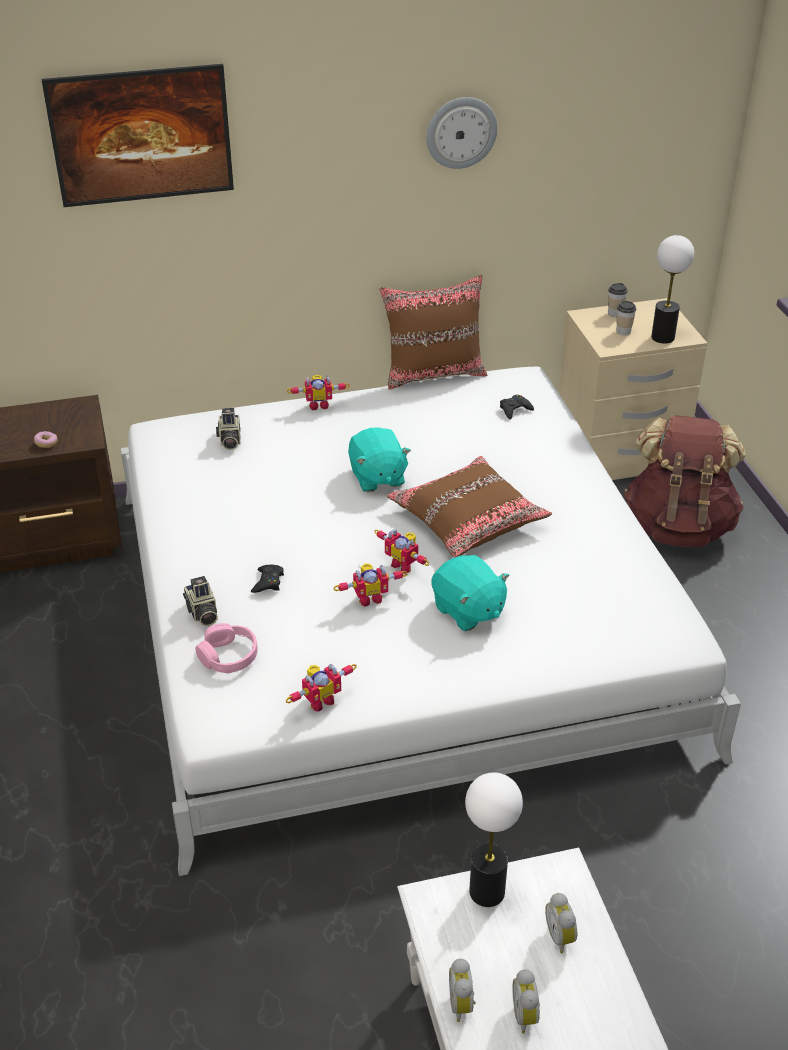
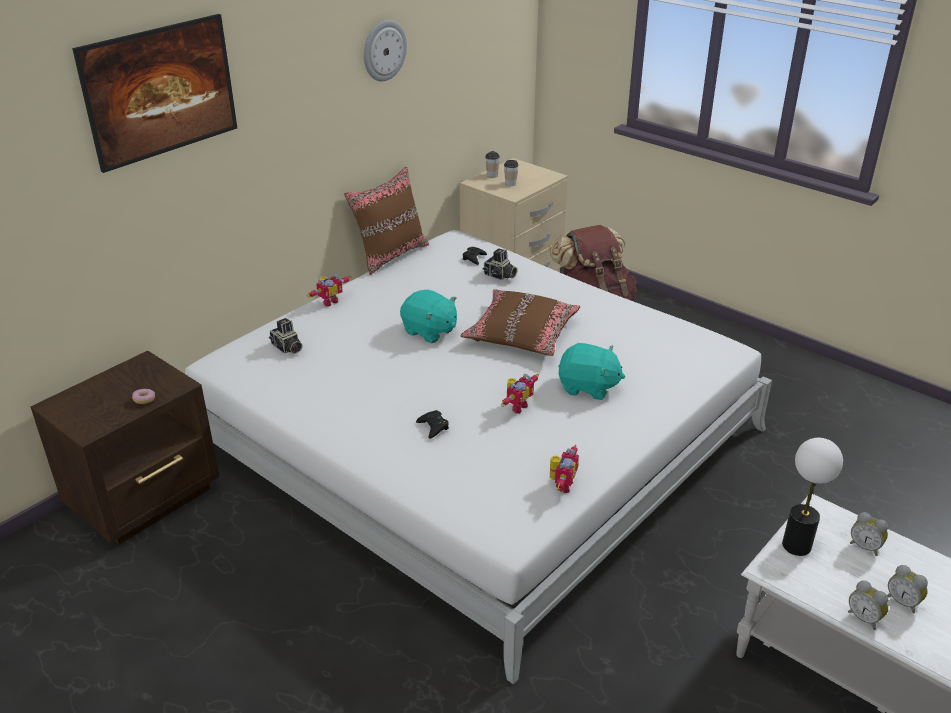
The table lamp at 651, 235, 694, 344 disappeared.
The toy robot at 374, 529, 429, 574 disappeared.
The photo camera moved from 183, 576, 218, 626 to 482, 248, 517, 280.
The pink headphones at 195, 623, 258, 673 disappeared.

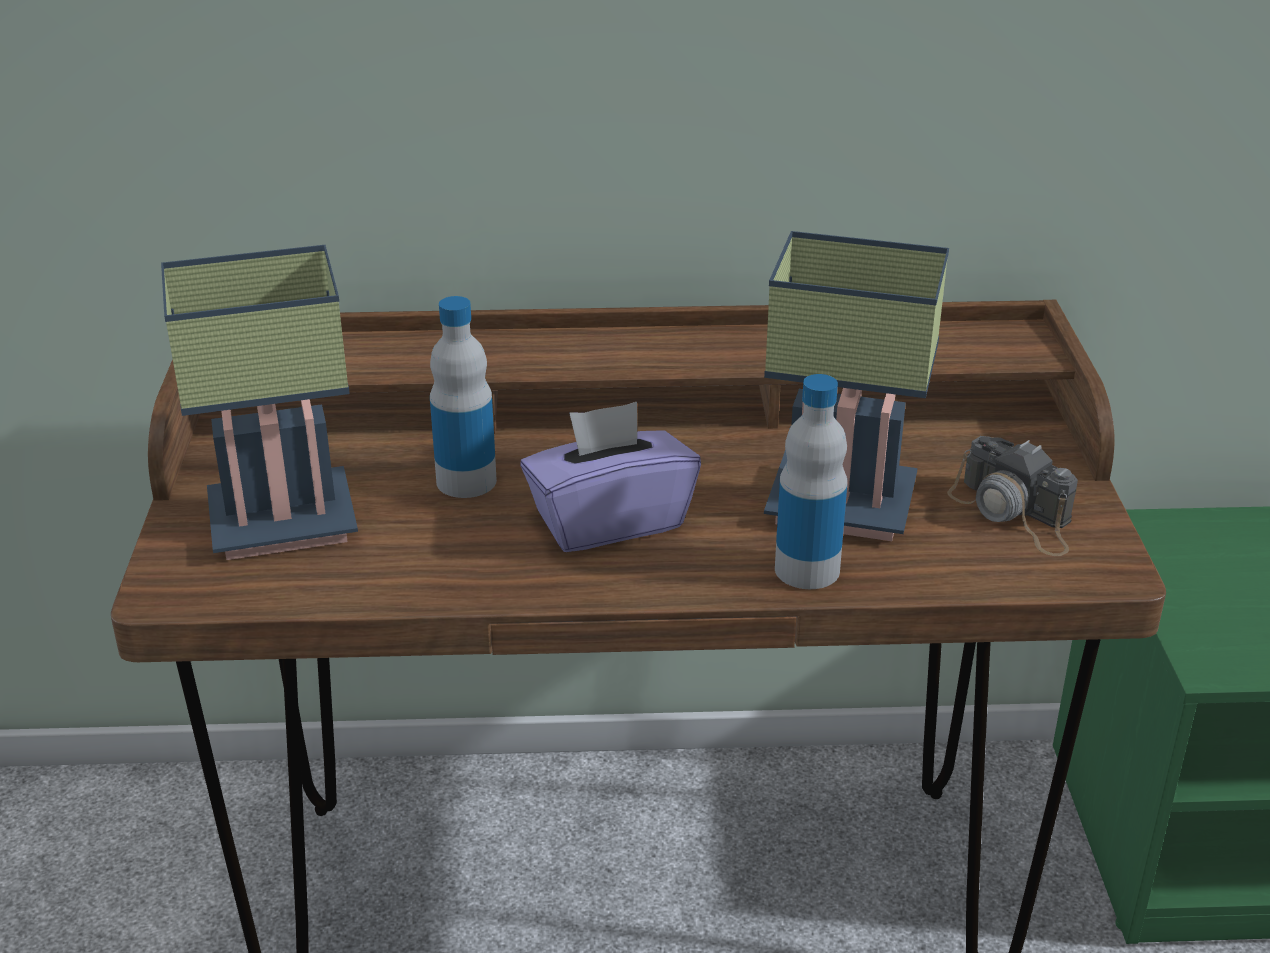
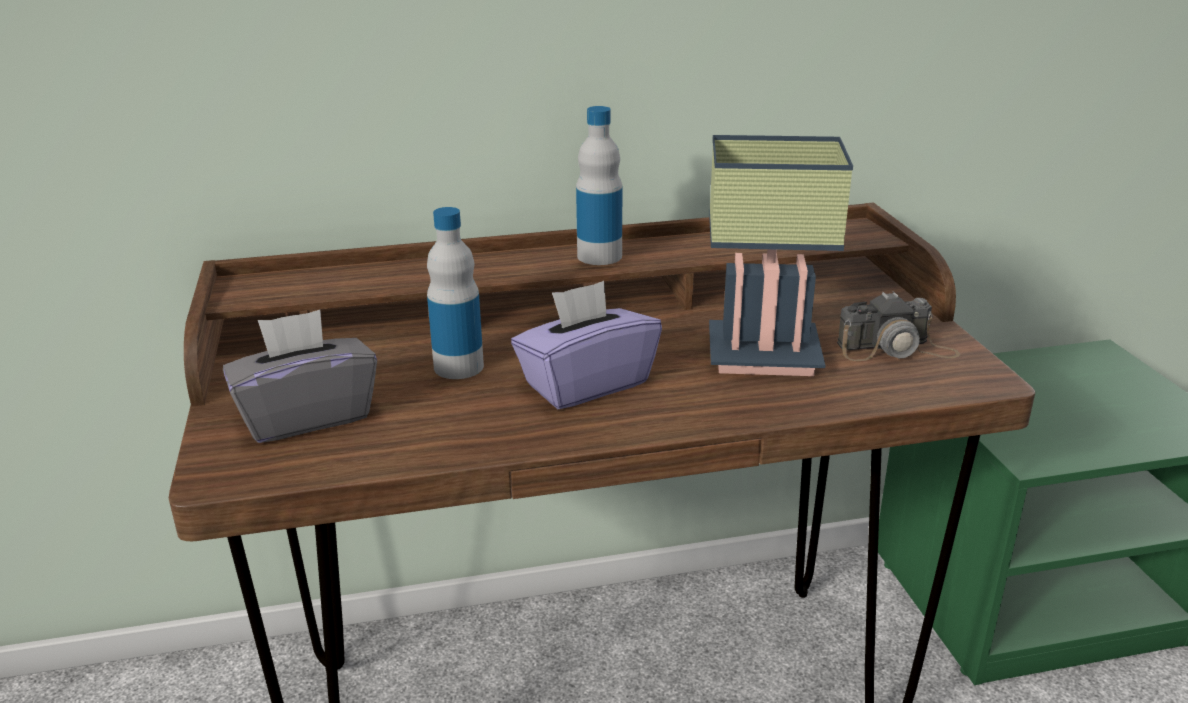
The table lamp at 161, 245, 358, 560 was replaced by the grey tissue box at 223, 310, 377, 443.
The bottle moved from 775, 374, 847, 589 to 576, 106, 622, 265.
The photo camera at 947, 436, 1078, 556 turned 45 degrees counterclockwise.

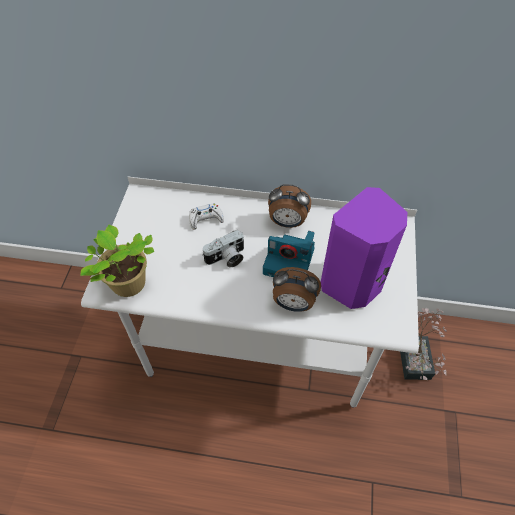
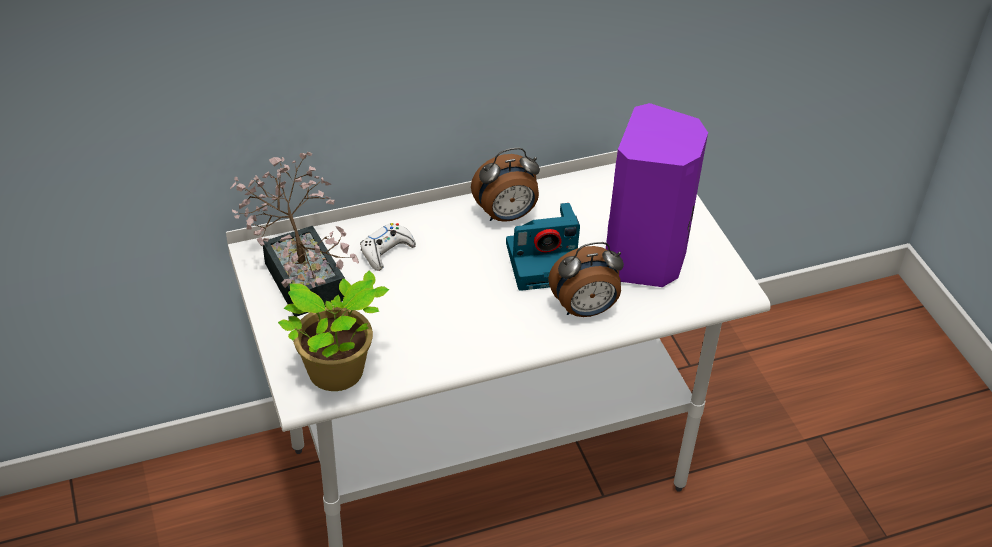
The photo camera at 202, 230, 244, 268 disappeared.
The potted plant moved from 400, 308, 447, 380 to 230, 152, 359, 317.

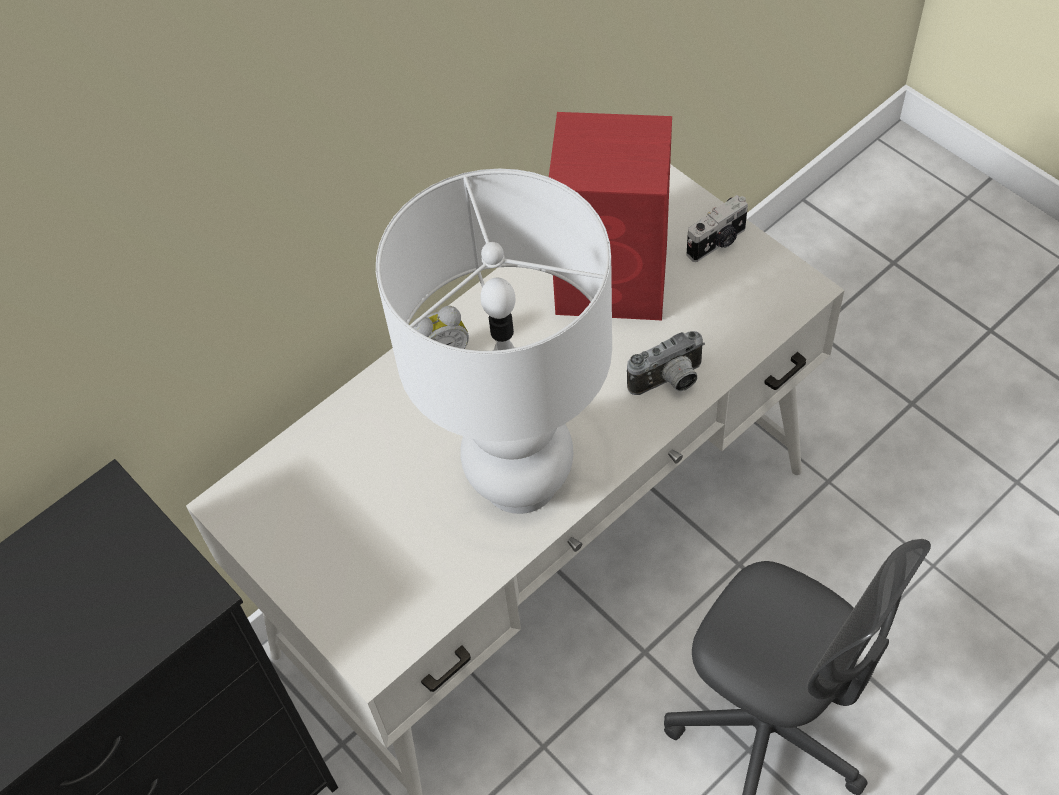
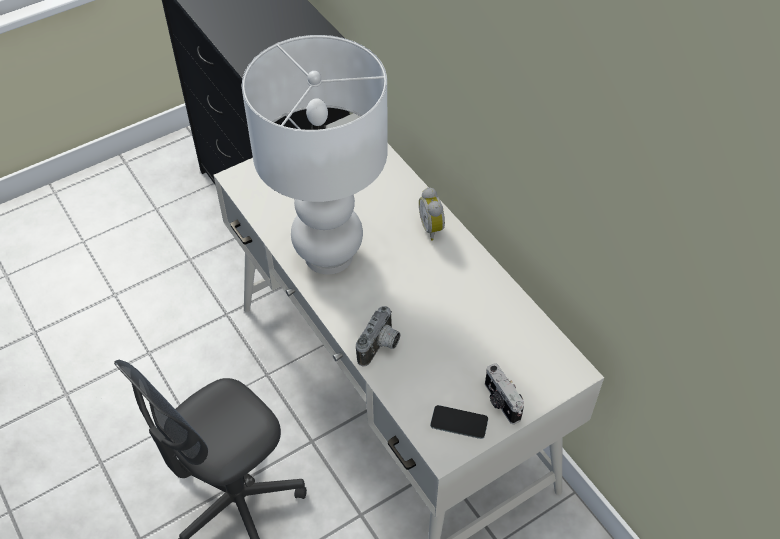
The red speaker at 549, 112, 672, 320 disappeared.
The photo camera at 627, 331, 705, 395 turned 135 degrees counterclockwise.
The phone at 430, 405, 488, 439 appeared.

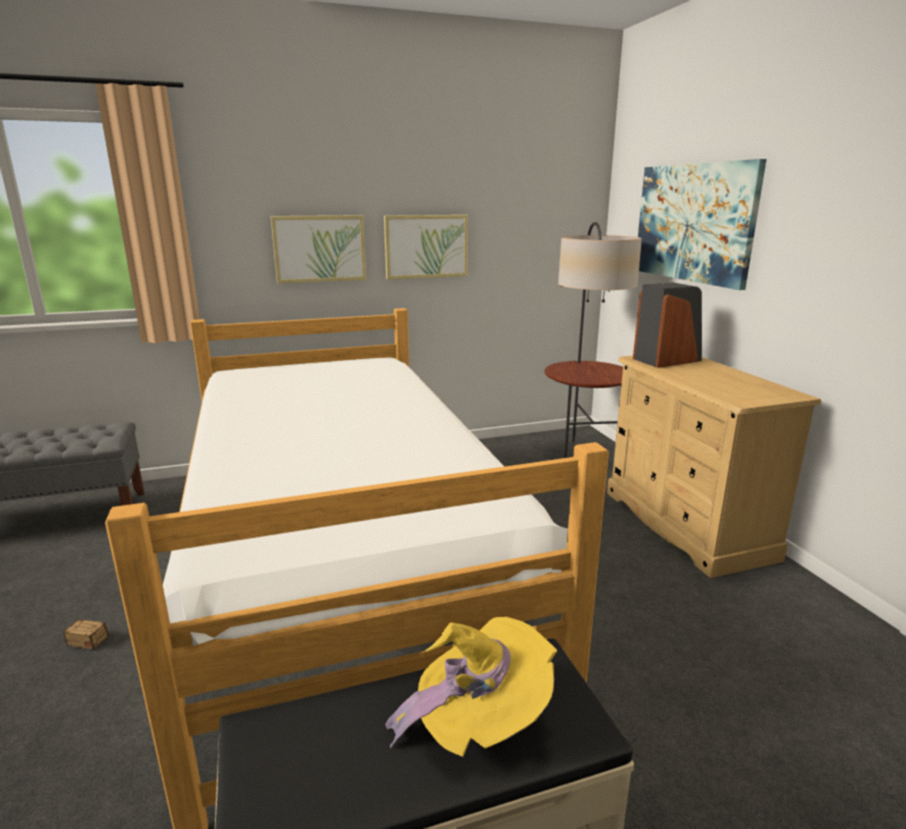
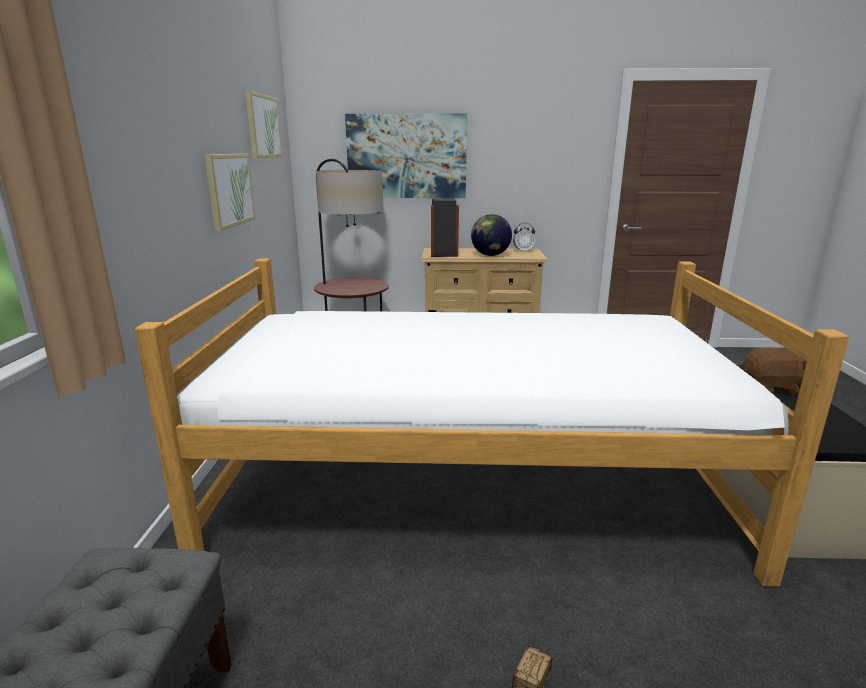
The picture moved from 271, 215, 366, 284 to 245, 91, 283, 158.
The yellow hat at 385, 617, 557, 757 was replaced by the brown plush toy at 743, 347, 807, 395.
The globe at 471, 214, 512, 256 appeared.
The alarm clock at 513, 223, 535, 252 appeared.

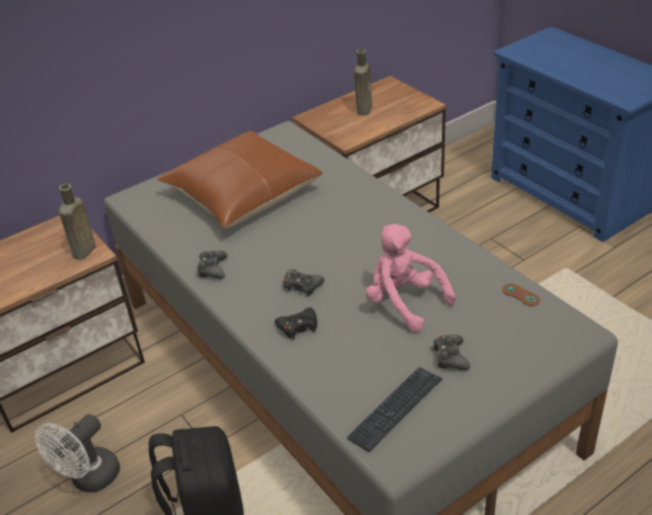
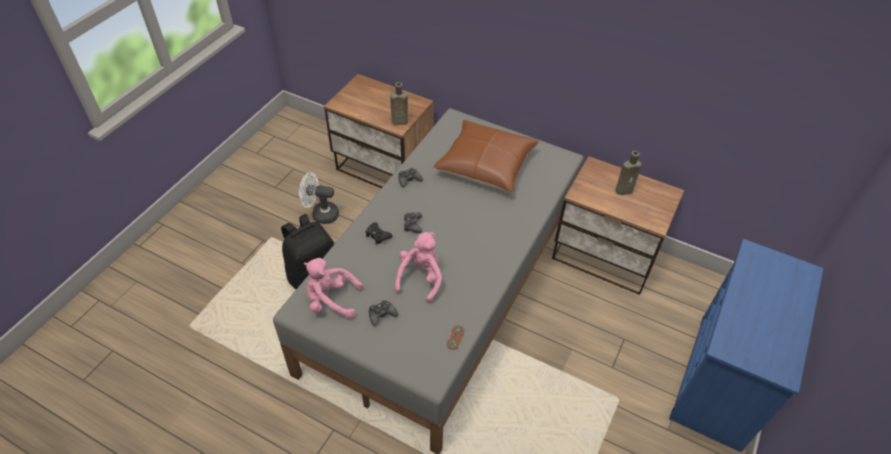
The keyboard at 347, 367, 442, 452 was replaced by the pink plush toy at 304, 258, 363, 319.

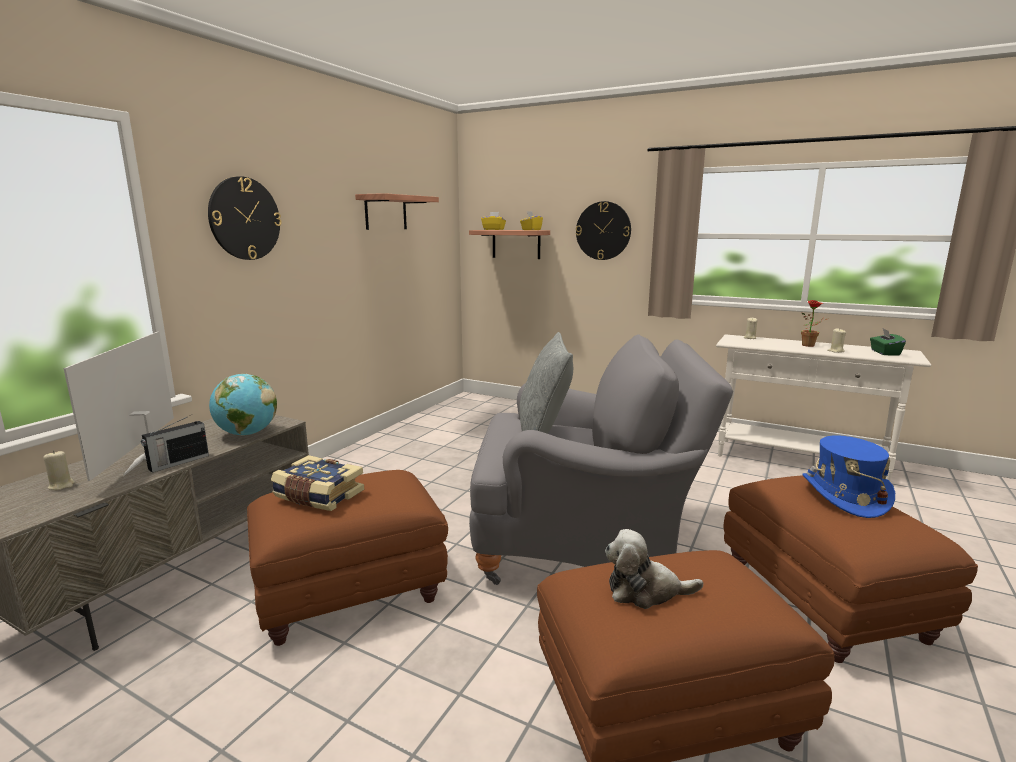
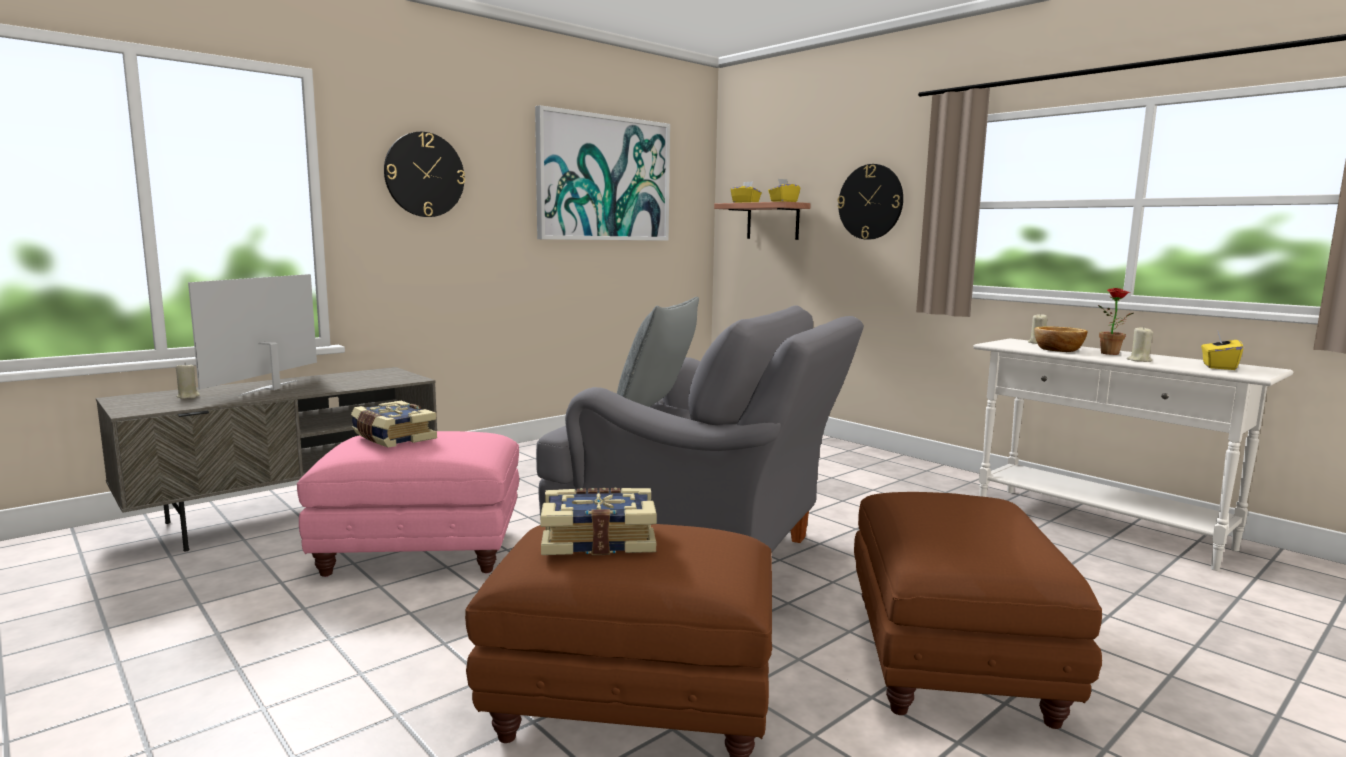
The shelf at 355, 193, 439, 230 was replaced by the picture at 535, 105, 670, 241.
The green tissue box at 870, 329, 906, 356 became the yellow tissue box at 1201, 330, 1243, 370.
The globe at 209, 374, 277, 436 disappeared.
The radio at 141, 414, 209, 473 disappeared.
The blue hat at 802, 435, 895, 518 disappeared.
The brown ottoman at 247, 470, 448, 646 became the pink ottoman at 297, 431, 519, 577.
The plush toy at 605, 529, 704, 609 was replaced by the book at 540, 487, 657, 555.
The bowl at 1034, 326, 1087, 352 appeared.

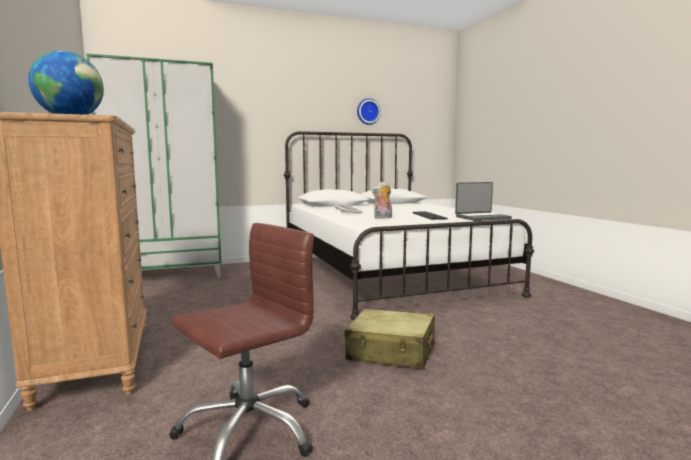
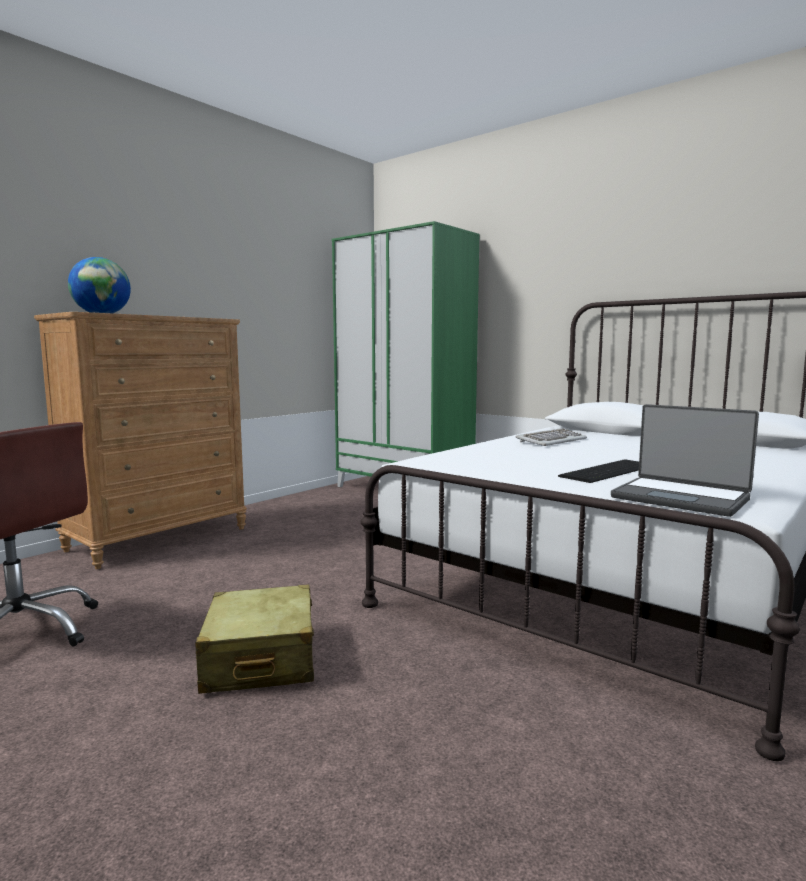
The wall clock at 357, 98, 381, 125 disappeared.
The plush toy at 372, 182, 392, 219 disappeared.

